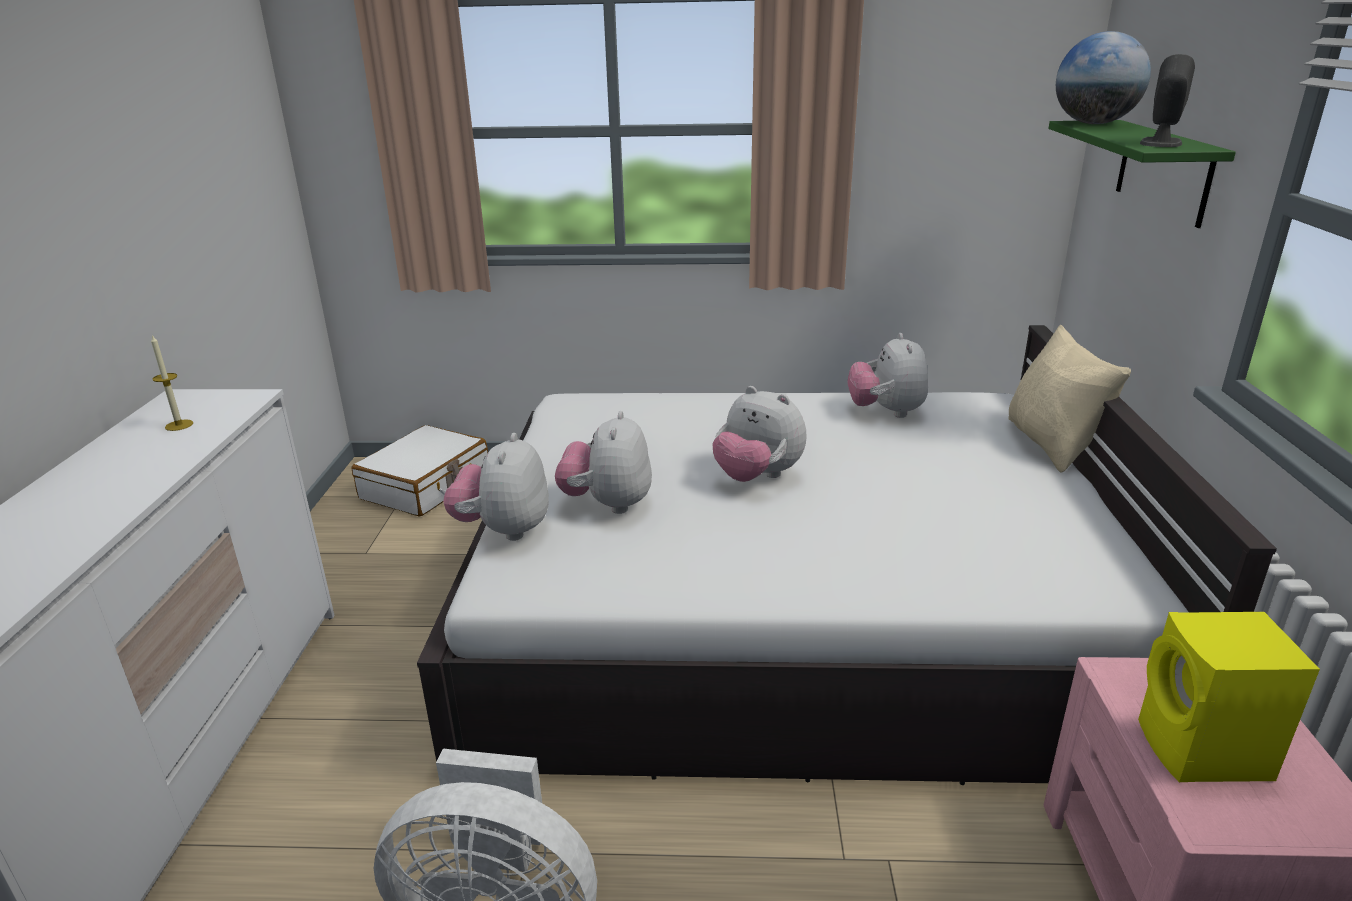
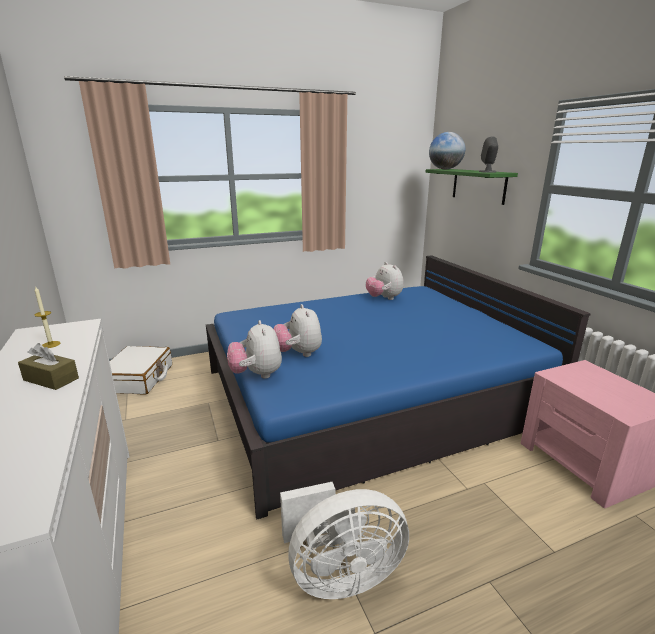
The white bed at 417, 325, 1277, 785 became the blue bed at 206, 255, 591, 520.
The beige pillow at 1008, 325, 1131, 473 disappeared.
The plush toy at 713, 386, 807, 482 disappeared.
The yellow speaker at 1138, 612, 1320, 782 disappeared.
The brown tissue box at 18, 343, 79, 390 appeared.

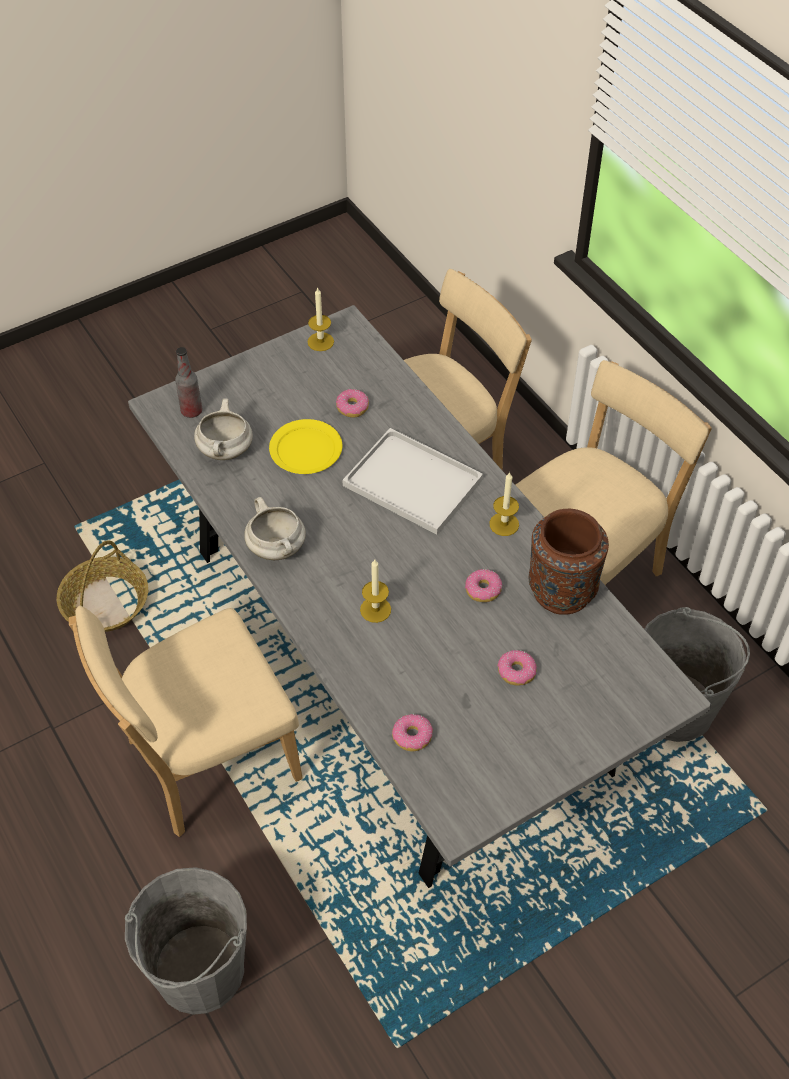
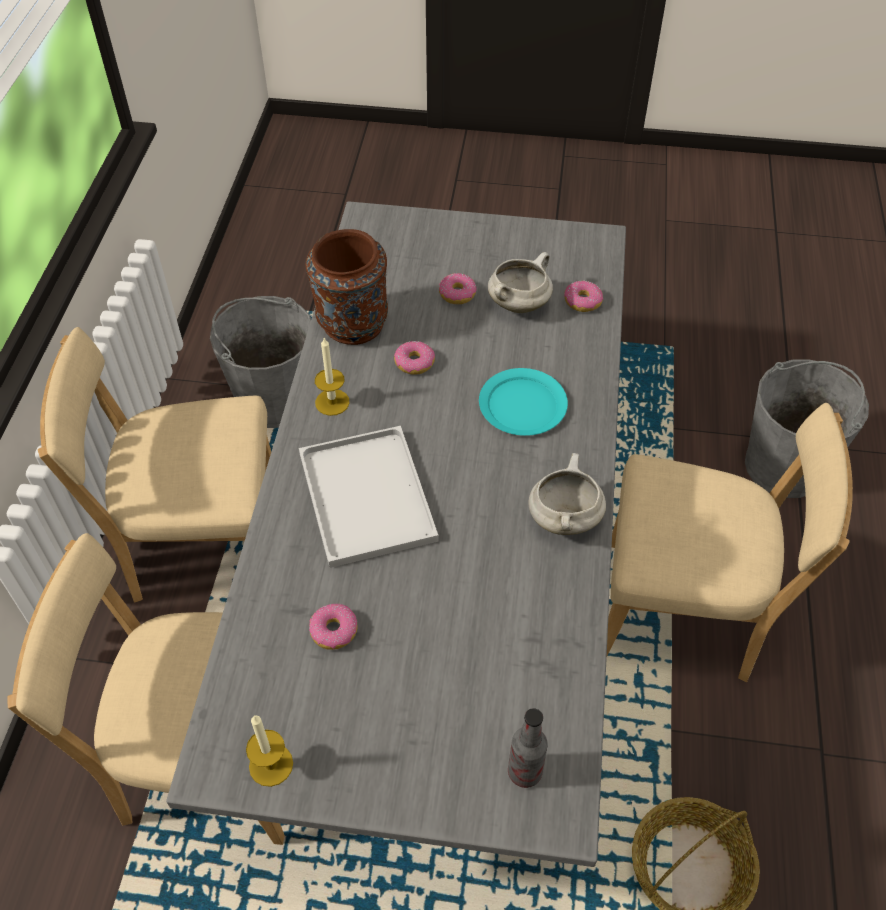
The white cooking pot moved from 194, 398, 253, 460 to 488, 252, 553, 313.
The yellow plate at 269, 419, 342, 474 disappeared.
The candle at 360, 560, 391, 623 was replaced by the turquoise plate at 479, 368, 568, 436.

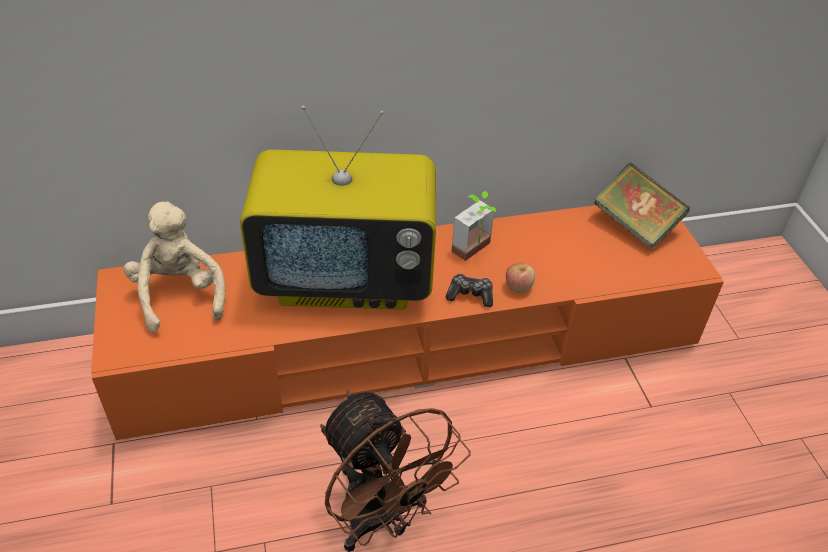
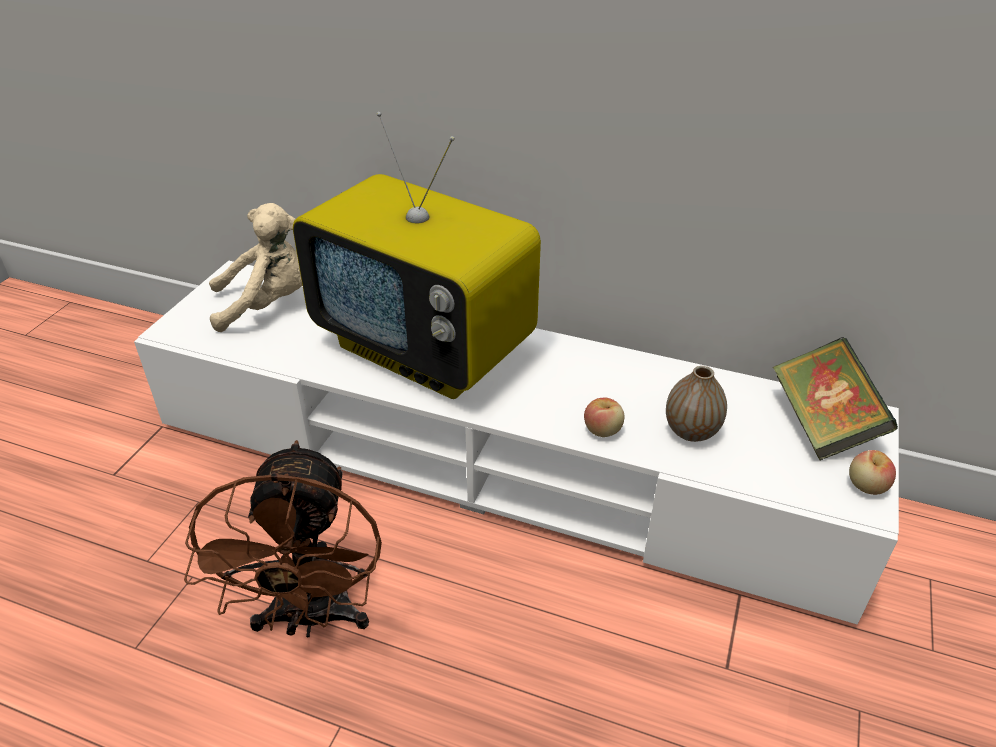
The potted plant at 452, 191, 496, 261 disappeared.
The beige plush toy at 124, 201, 225, 333 turned 60 degrees clockwise.
The orange tv stand at 91, 205, 724, 440 became the white tv stand at 134, 261, 899, 625.
The game controller at 446, 274, 493, 307 disappeared.
The vase at 666, 366, 727, 442 appeared.
The apple at 849, 450, 896, 495 appeared.

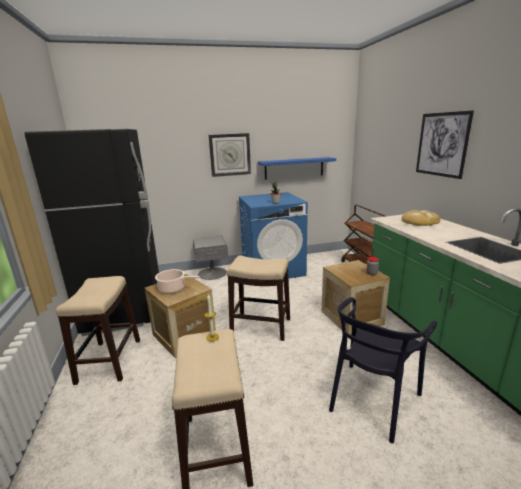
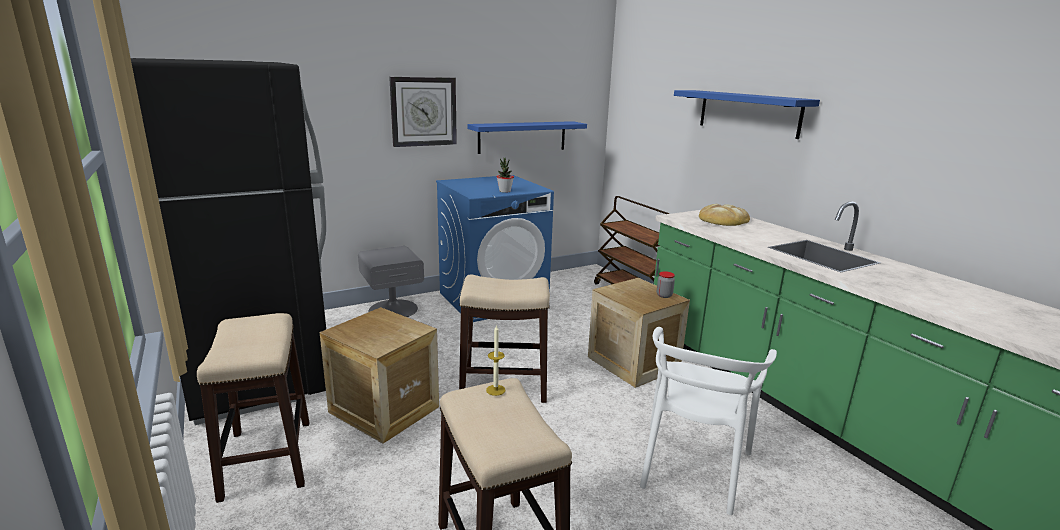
The picture at 416, 110, 474, 179 was replaced by the blue shelf at 674, 90, 820, 139.
The cooking pot at 155, 269, 200, 294 disappeared.
The black chair at 329, 297, 437, 443 became the white chair at 640, 327, 777, 515.

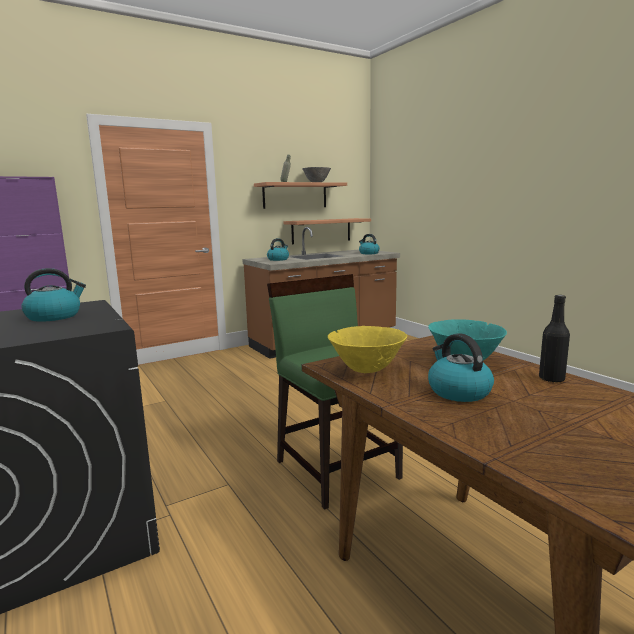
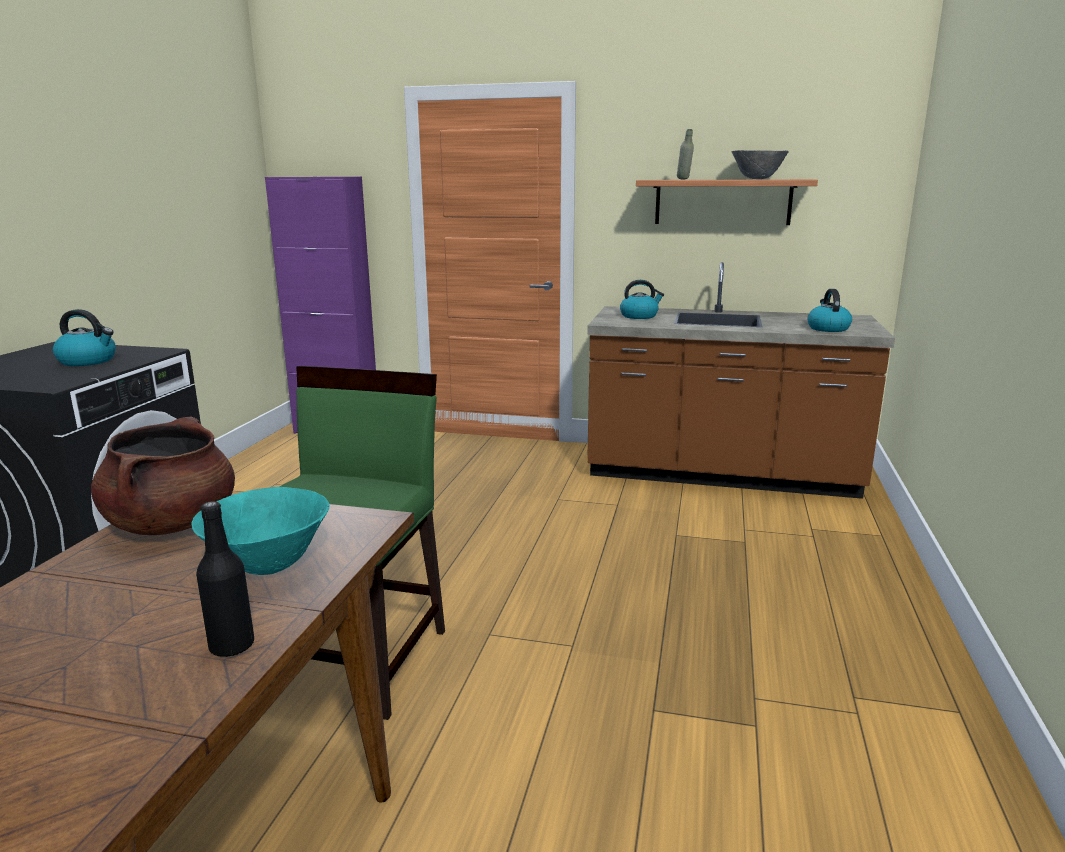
The shelf at 284, 218, 371, 244 disappeared.
The yellow bowl at 328, 326, 407, 373 was replaced by the brown cooking pot at 91, 416, 235, 535.
The kettle at 428, 333, 494, 402 disappeared.

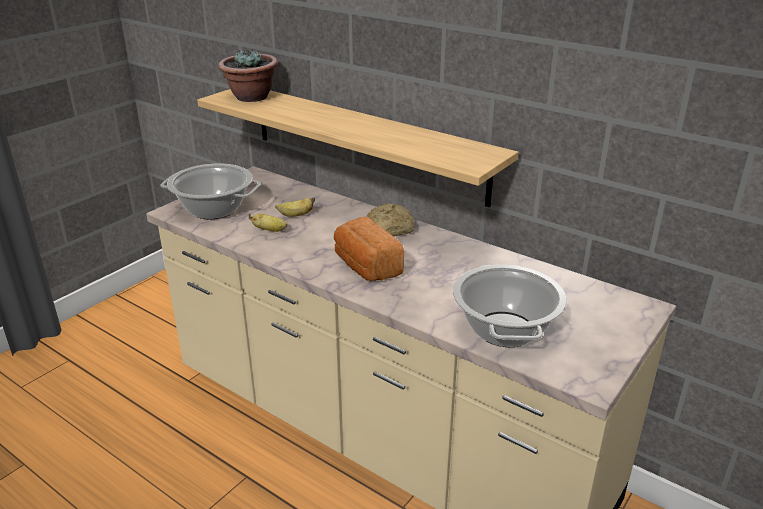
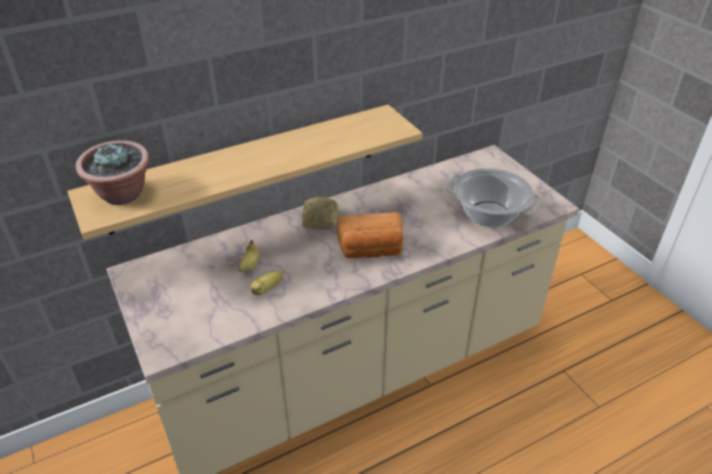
The cooking pot at 160, 163, 261, 219 disappeared.

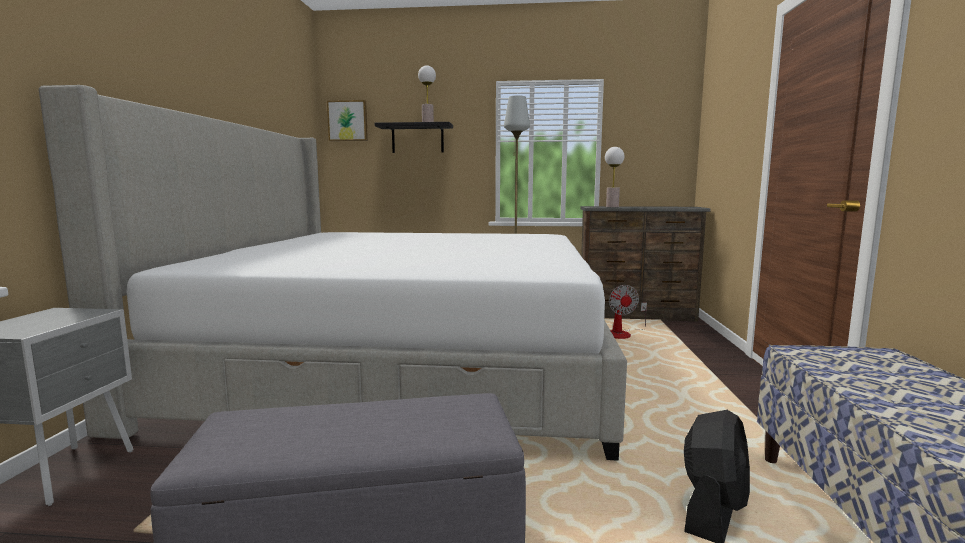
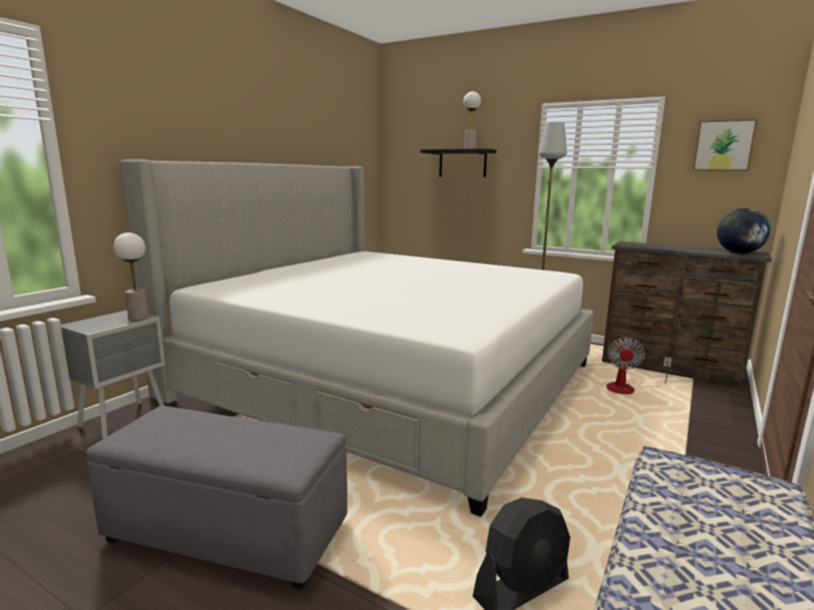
The picture moved from 327, 100, 368, 141 to 692, 119, 758, 171.
The table lamp moved from 605, 147, 625, 207 to 114, 233, 149, 320.
The globe at 717, 208, 771, 254 appeared.

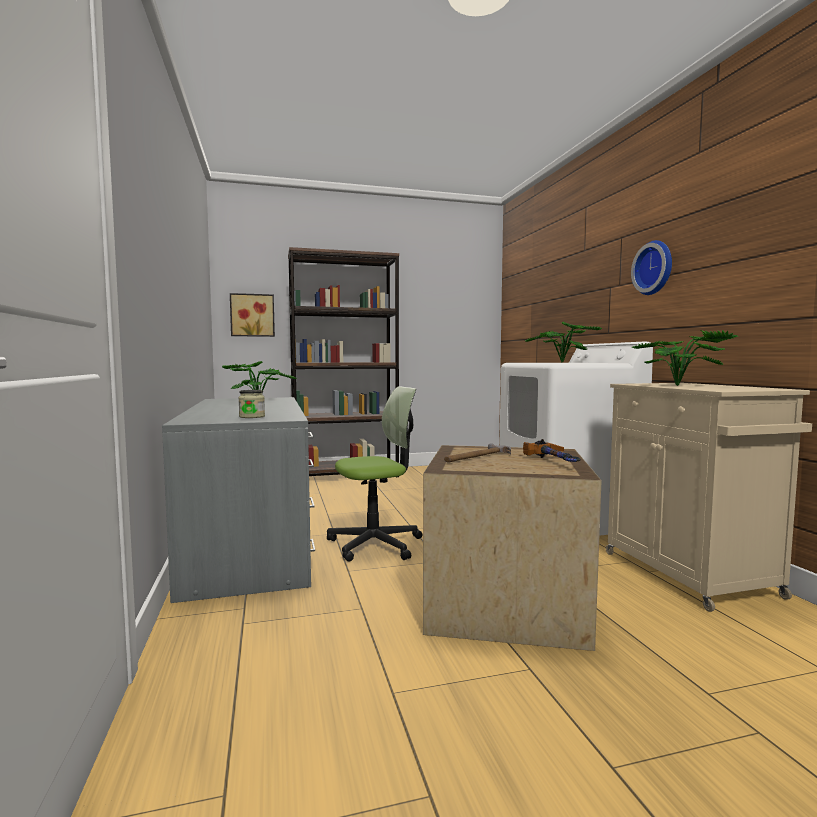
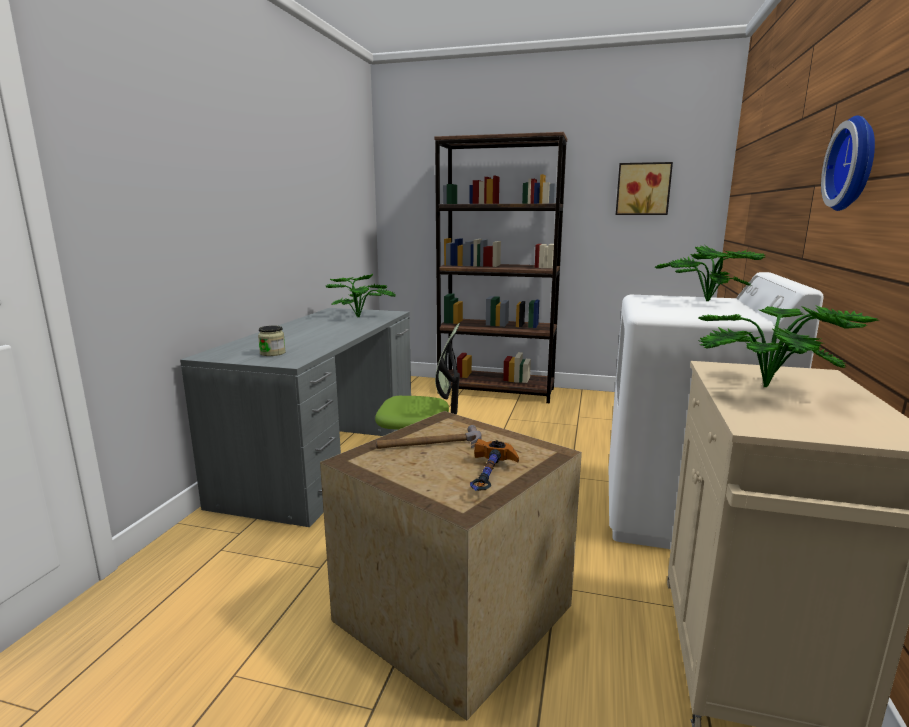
The picture moved from 230, 293, 275, 337 to 616, 162, 673, 215.

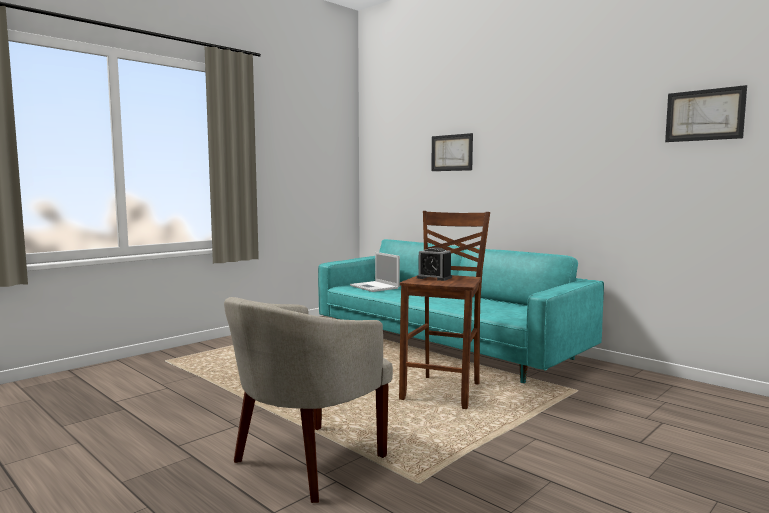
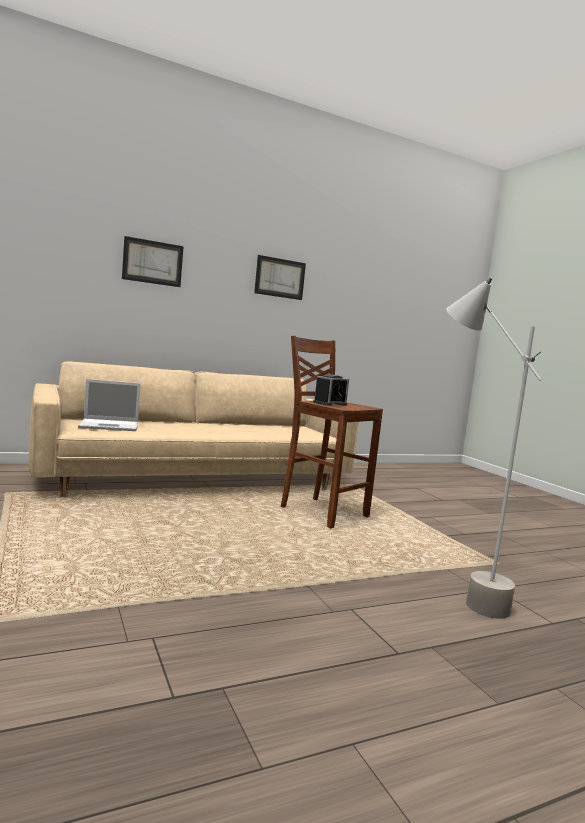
The picture moved from 665, 85, 747, 142 to 254, 255, 306, 300.
The turquoise sofa at 318, 239, 604, 383 became the beige sofa at 29, 361, 359, 497.
The beige armchair at 224, 297, 393, 503 was replaced by the grey floor lamp at 447, 277, 541, 619.

